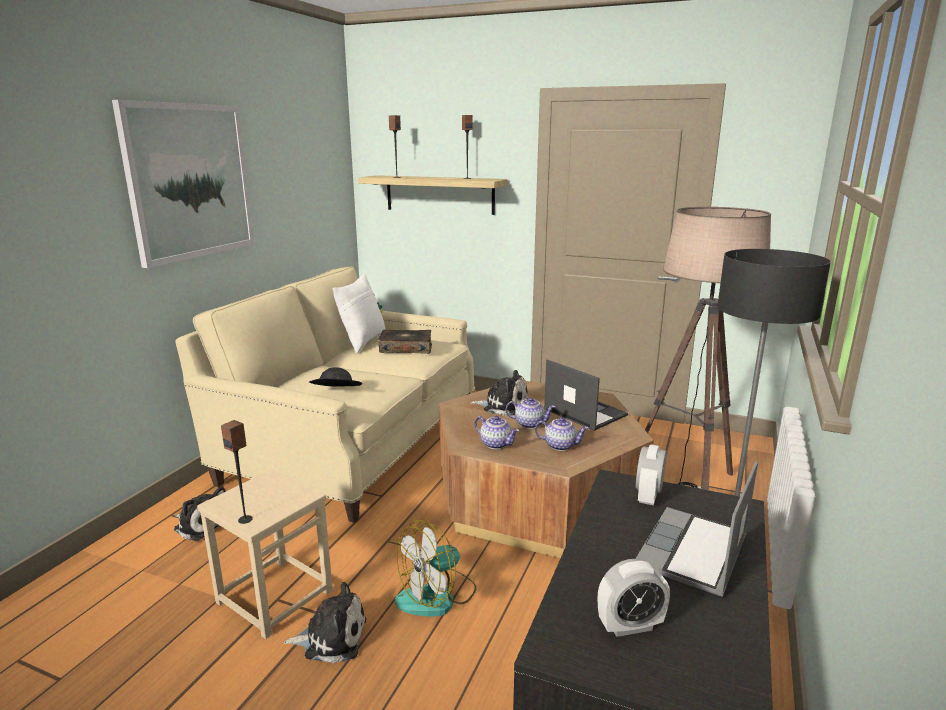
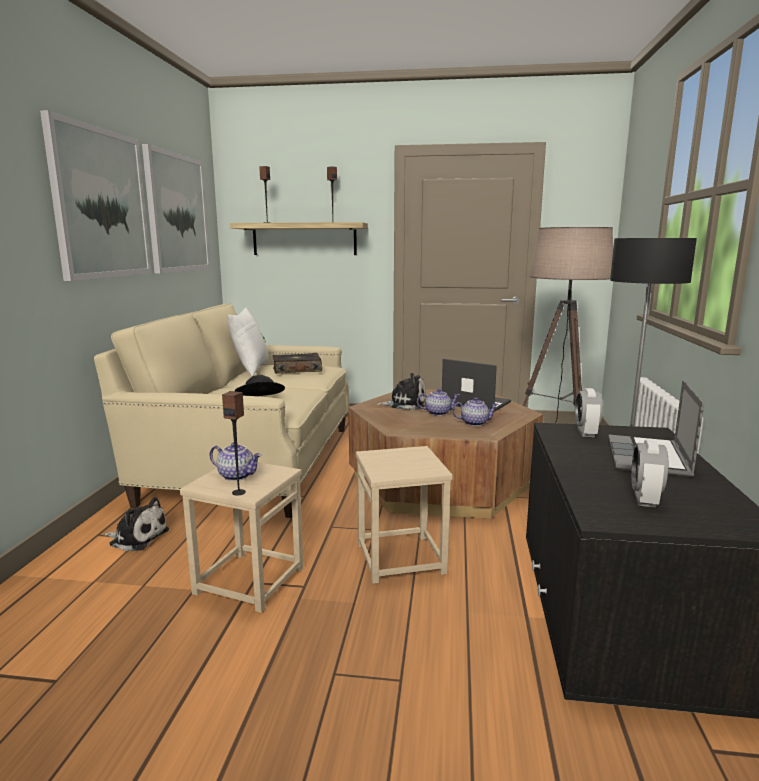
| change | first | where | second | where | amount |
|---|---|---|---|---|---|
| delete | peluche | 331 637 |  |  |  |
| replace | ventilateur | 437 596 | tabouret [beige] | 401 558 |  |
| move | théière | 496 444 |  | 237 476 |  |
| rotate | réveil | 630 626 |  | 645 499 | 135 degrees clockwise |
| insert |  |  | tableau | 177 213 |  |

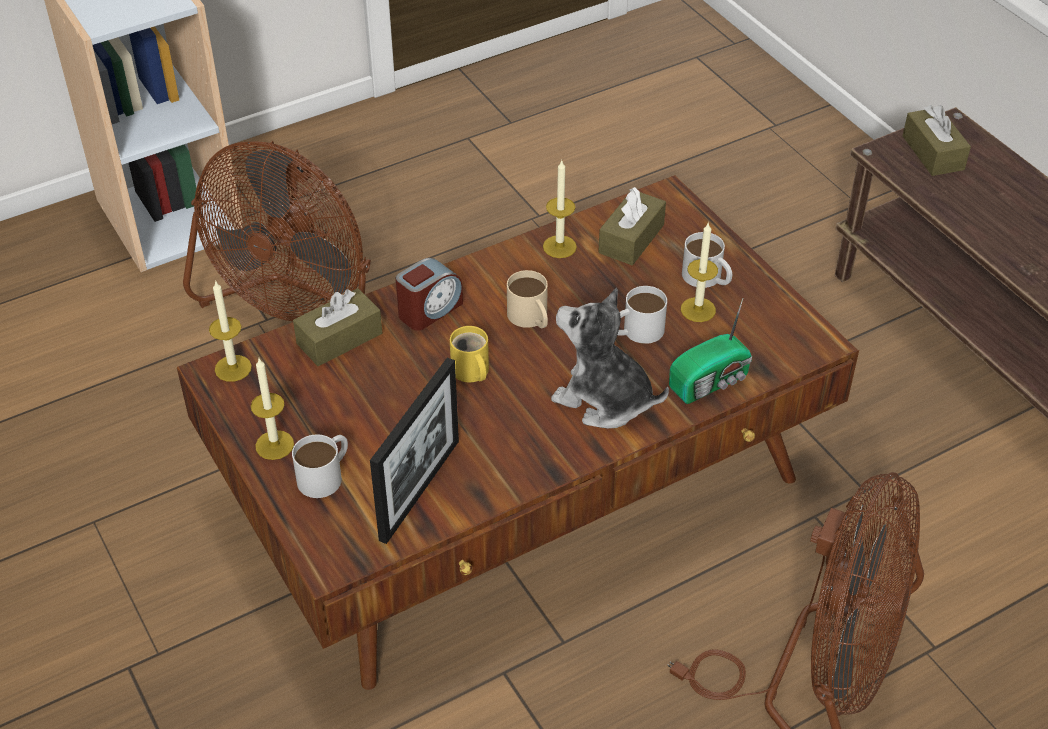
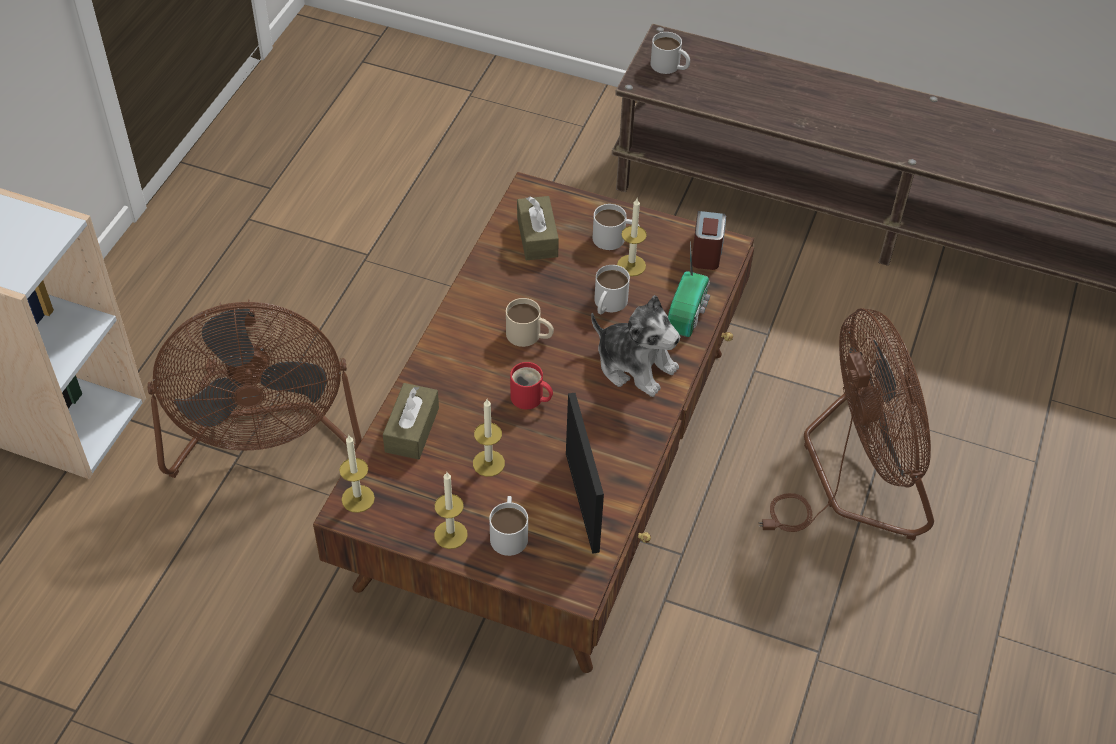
| change | first | where | second | where | amount |
|---|---|---|---|---|---|
| move | réveil | 429 310 |  | 707 251 |  |
| recolor | mug [jaune] | 470 372 | mug [rouge] | 529 399 |  |
| move | bougie | 559 246 |  | 488 463 |  |
| rotate | peluche | 604 400 |  | 635 365 | 135 degrees counterclockwise |
| replace | boîte à mouchoirs [marron] | 933 153 | mug [blanc] | 670 66 |  |

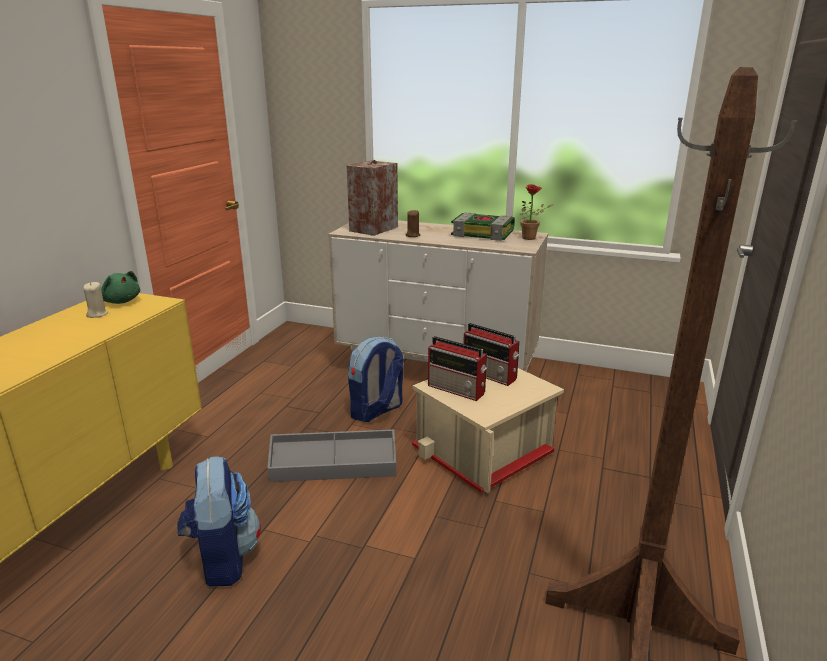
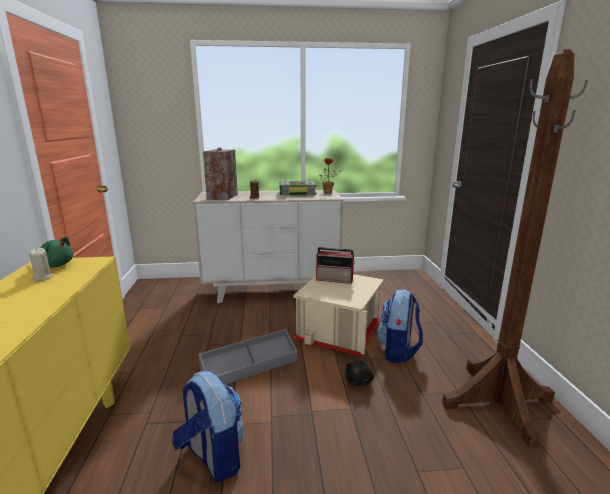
| change | first | where | second | where | amount |
|---|---|---|---|---|---|
| move | sac à dos | 376 411 |  | 398 351 |  |
| delete | radio | 457 390 |  |  |  |
| insert |  |  | peluche [noir] | 359 381 |  |

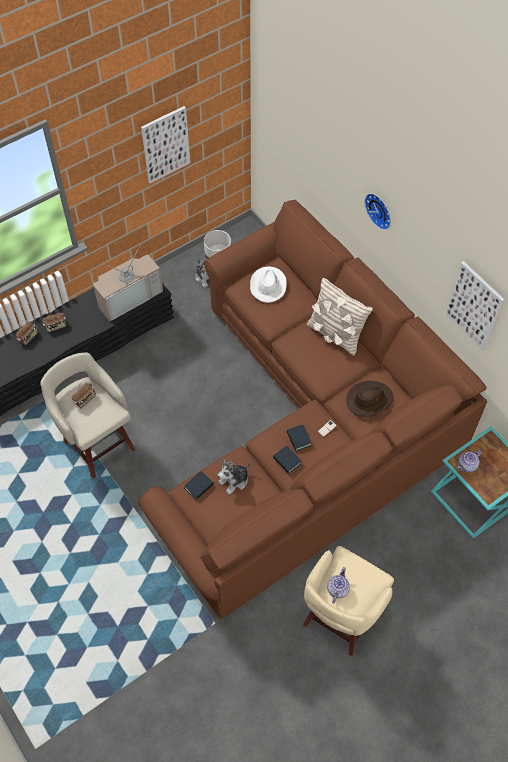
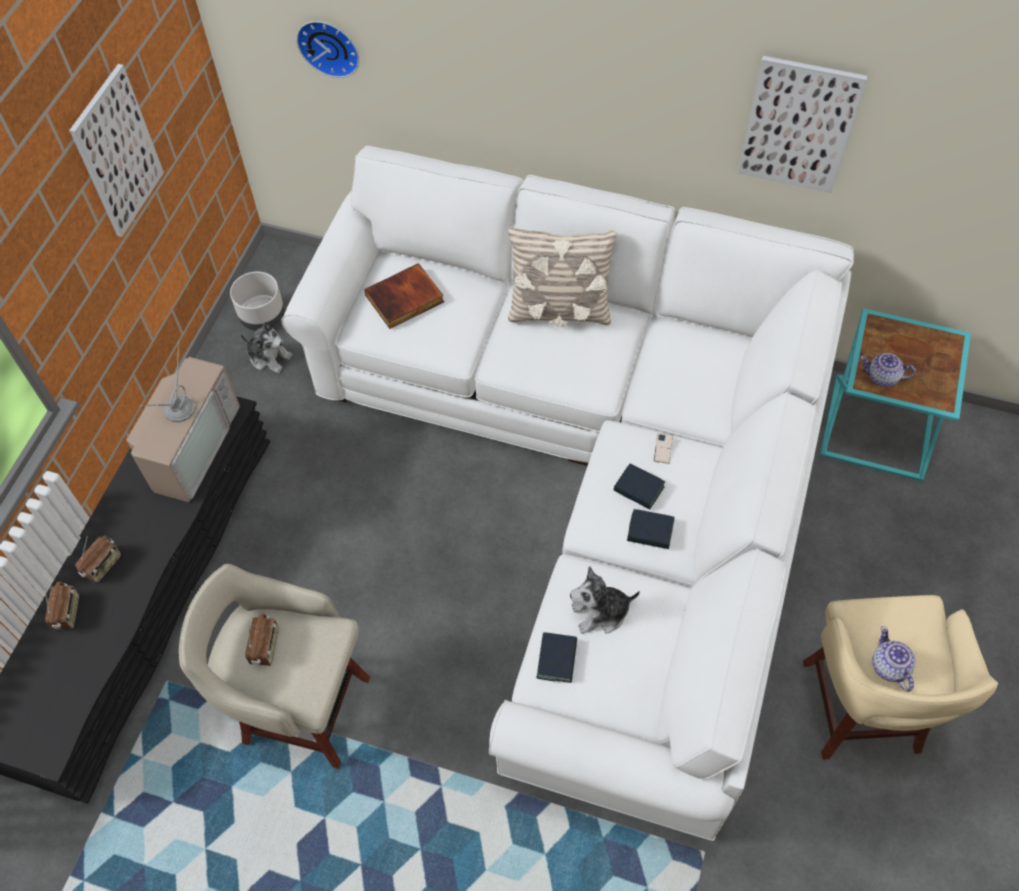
| change | first | where | second | where | amount |
|---|---|---|---|---|---|
| recolor | canapé [marron] | 306 430 | canapé [blanc] | 592 481 |  |
| rotate | peluche | 234 480 |  | 601 613 | 60 degrees clockwise |
| replace | chapeau [blanc] | 268 285 | livre | 405 300 |  |
| delete | chapeau [marron] | 369 400 |  |  |  |
| move | horloge murale | 380 210 |  | 330 46 |  |
| rotate | théière | 467 465 |  | 882 377 | 90 degrees clockwise |

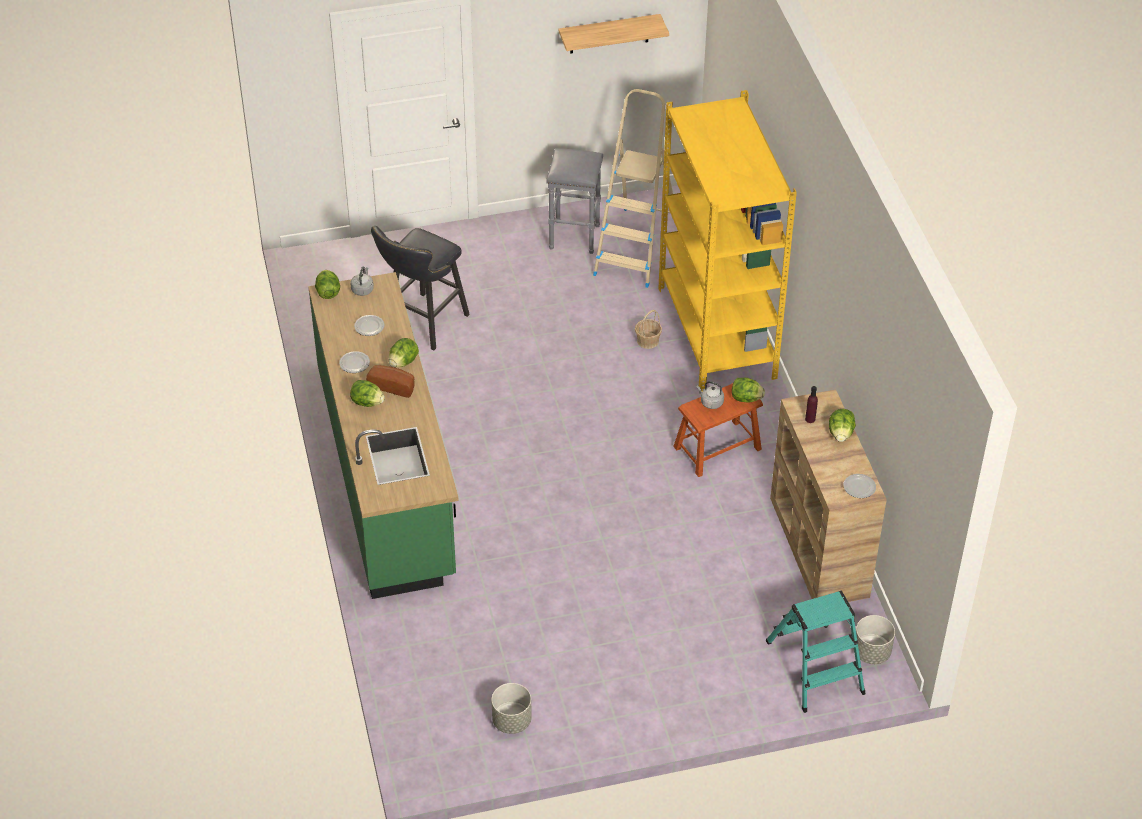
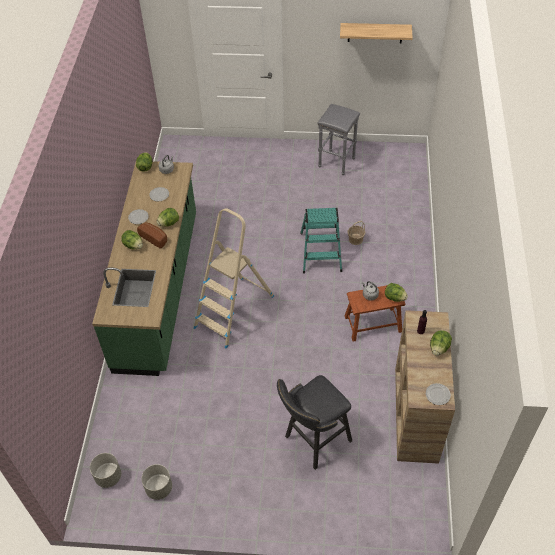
| change | first | where | second | where | amount |
|---|---|---|---|---|---|
| move | tabouret [noir] | 422 327 |  | 312 443 |  |
| move | escabeau [beige] | 636 247 |  | 234 312 |  |
| delete | bibliothèque [jaune] | 716 333 |  |  |  |
| move | escabeau [turquoise] | 815 667 |  | 320 251 |  |
| move | cache-pot [gris] | 872 652 |  | 108 477 |  |

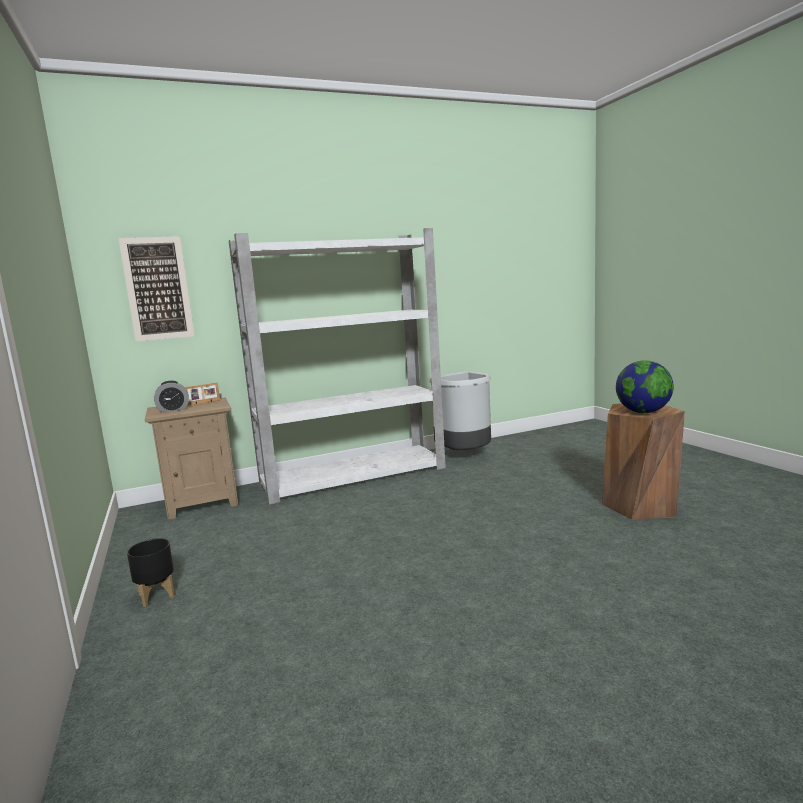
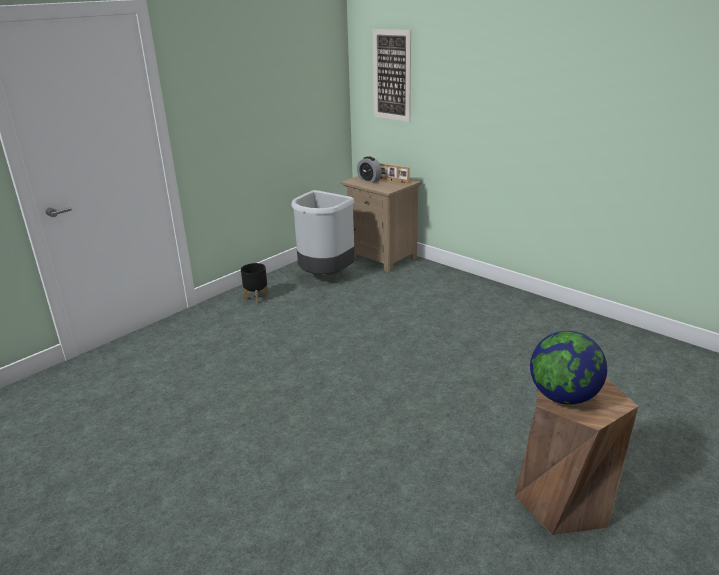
| change | first | where | second | where | amount |
|---|---|---|---|---|---|
| delete | bibliothèque [blanc] | 353 476 |  |  |  |
| move | poubelle [gris] | 465 455 |  | 325 276 |  |

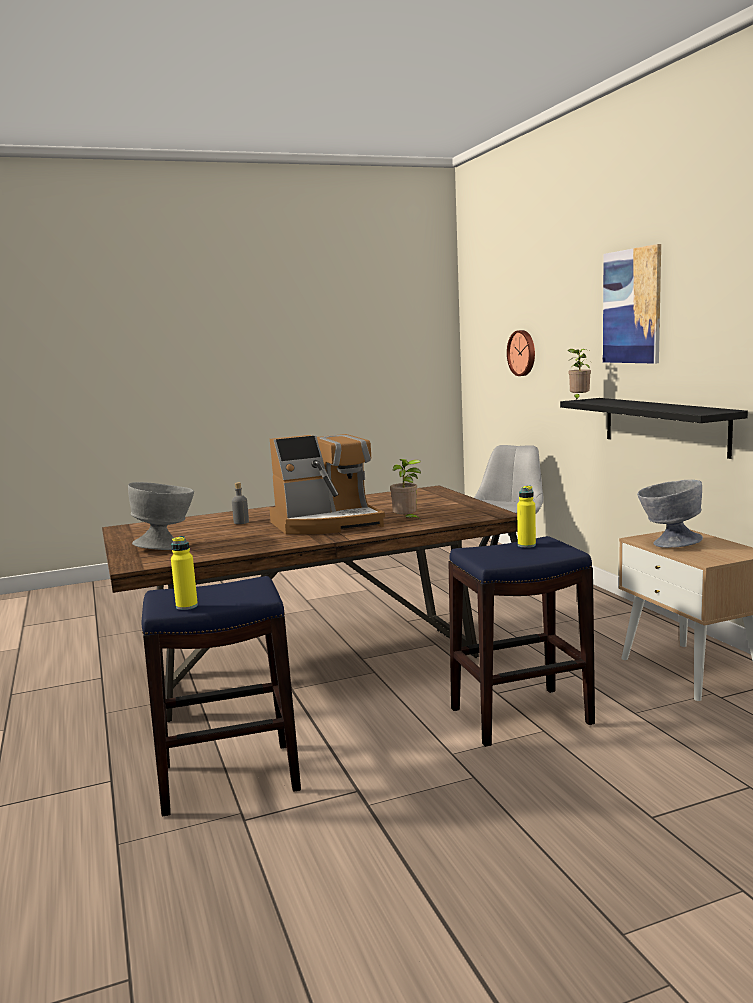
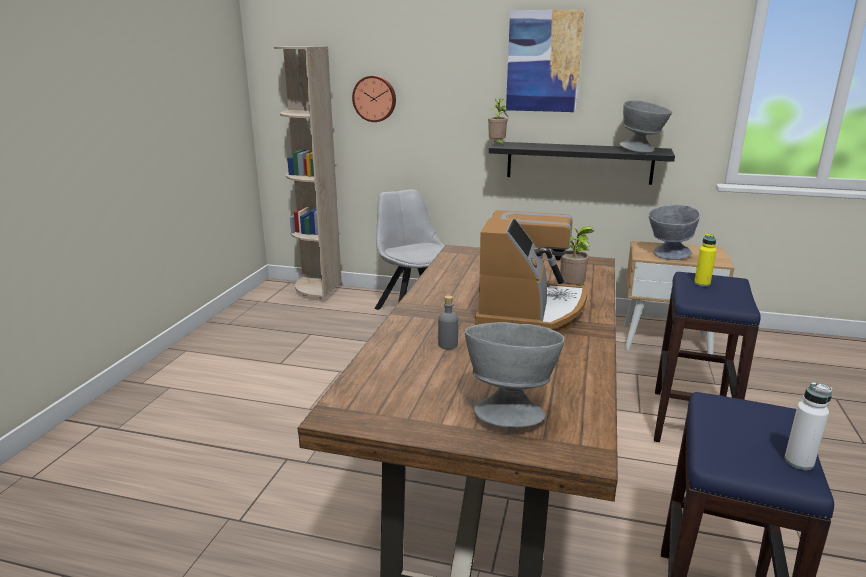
| change | first | where | second | where | amount |
|---|---|---|---|---|---|
| recolor | bouteille [jaune] | 187 606 | bouteille [blanc] | 799 462 |  |
| insert |  |  | bibliothèque [beige] | 315 292 |  |
| insert |  |  | bol [gris] | 642 151 |  |

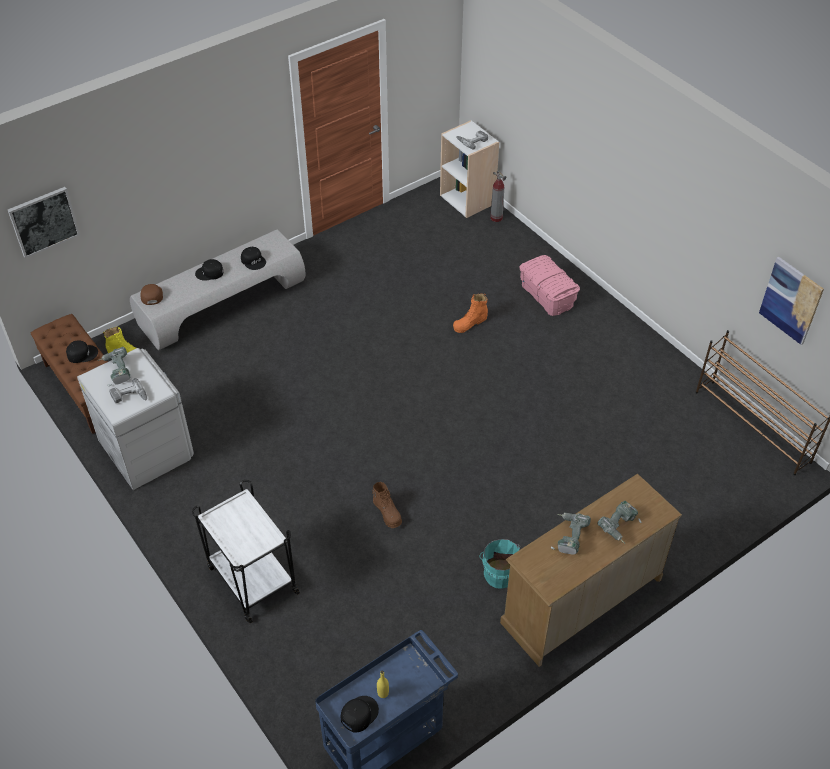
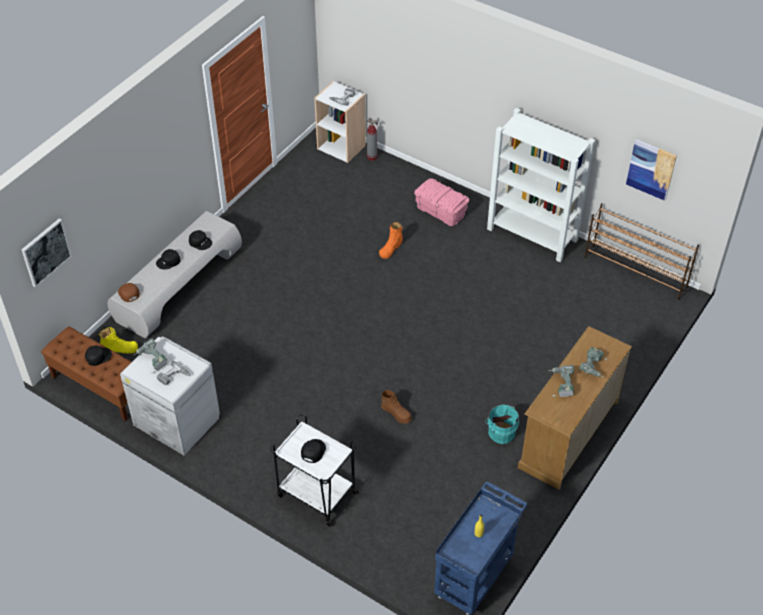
| change | first | where | second | where | amount |
|---|---|---|---|---|---|
| move | casquette [noir] | 359 714 |  | 313 451 |  |
| insert |  |  | bibliothèque [blanc] | 532 234 |  |

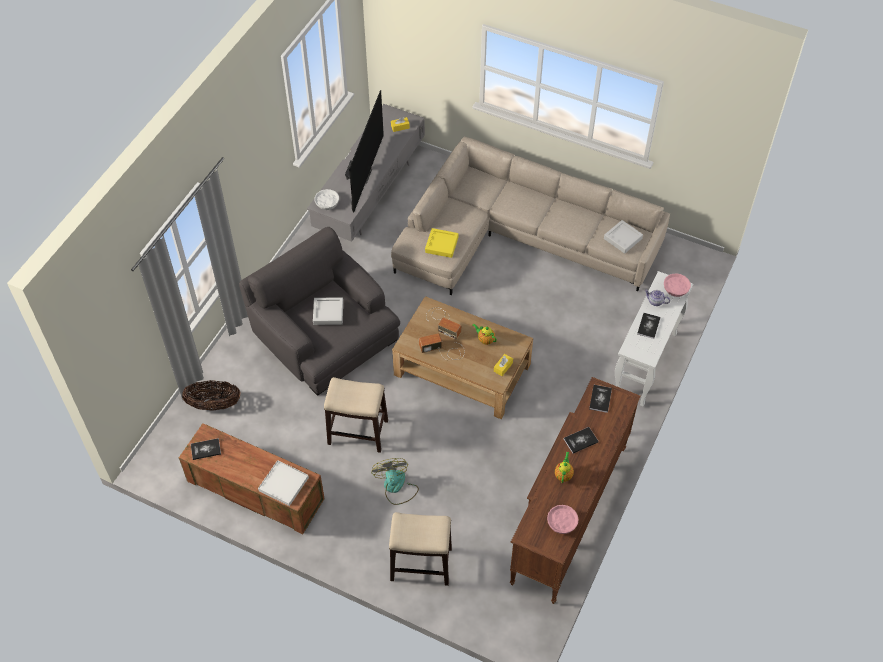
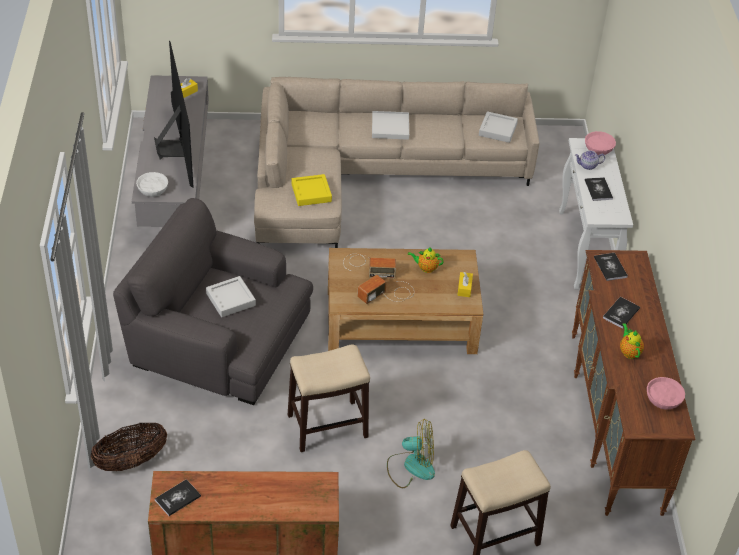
| change | first | where | second | where | amount |
|---|---|---|---|---|---|
| move | plateau [blanc] | 283 484 |  | 390 127 |  |
| rotate | ventilateur | 396 487 |  | 411 466 | 135 degrees clockwise |

